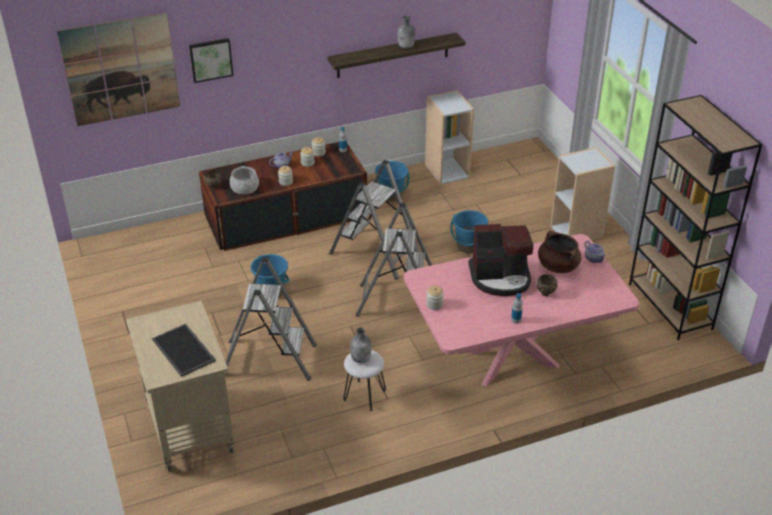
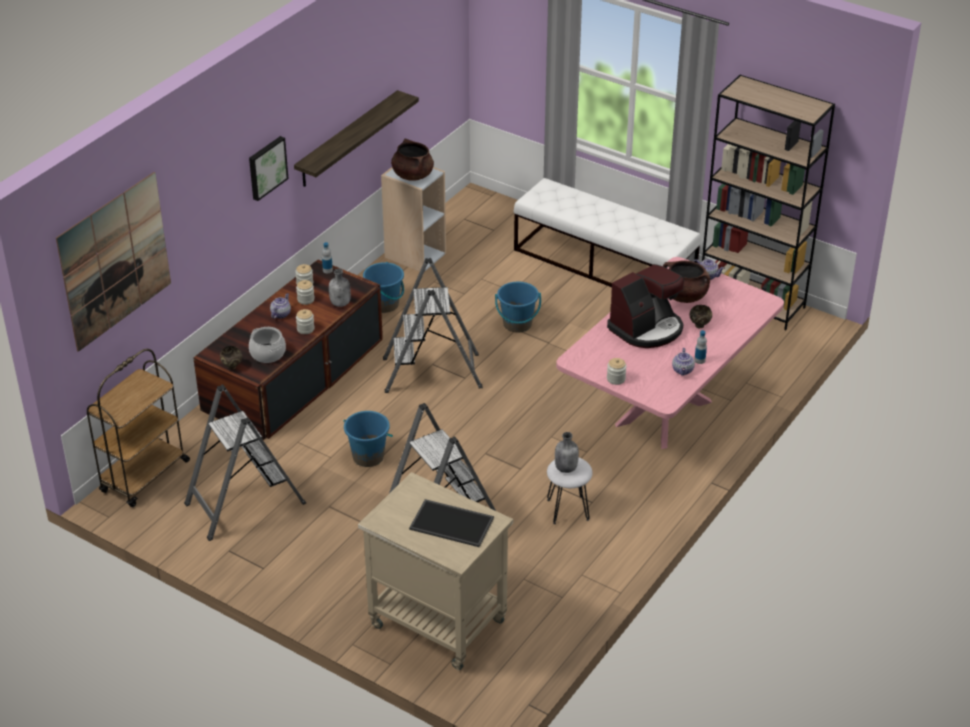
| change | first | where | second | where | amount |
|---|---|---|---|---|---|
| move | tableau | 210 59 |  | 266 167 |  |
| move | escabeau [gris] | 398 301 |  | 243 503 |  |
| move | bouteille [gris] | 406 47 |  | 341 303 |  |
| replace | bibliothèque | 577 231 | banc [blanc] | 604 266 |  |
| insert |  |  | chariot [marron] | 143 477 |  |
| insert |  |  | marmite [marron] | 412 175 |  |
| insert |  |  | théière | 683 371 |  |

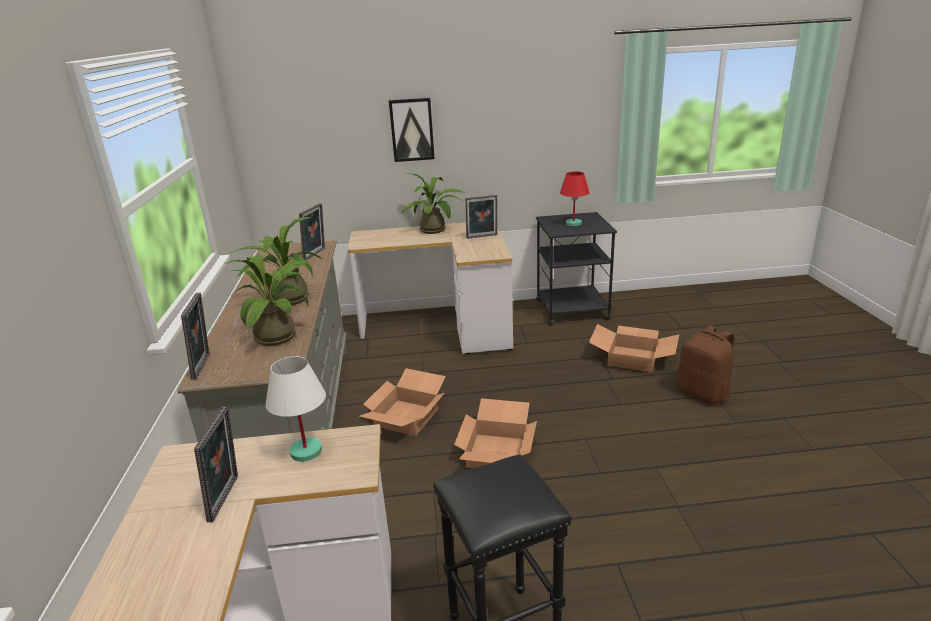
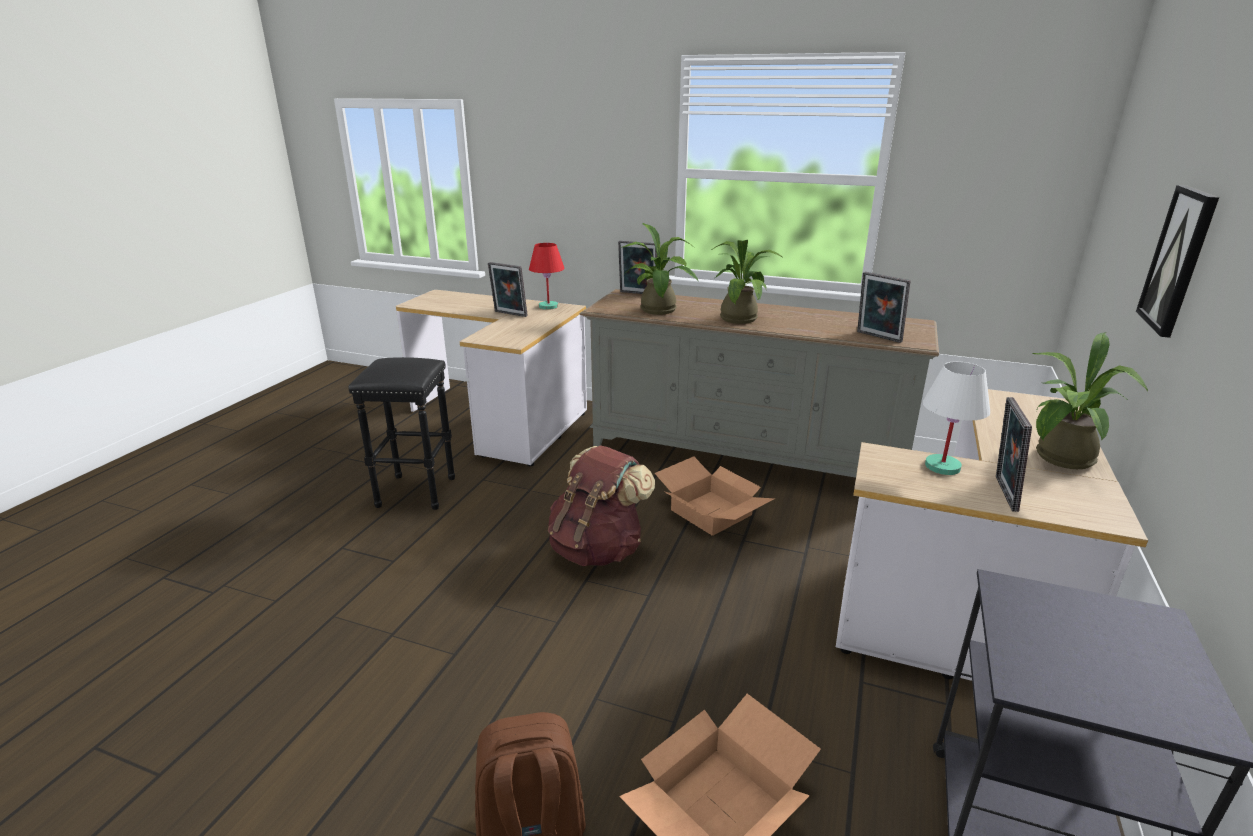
| change | first | where | second | where | amount |
|---|---|---|---|---|---|
| move | lampe de table [blanc] | 306 451 |  | 943 467 |  |
| replace | carton | 496 452 | sac à dos [marron] | 598 549 |  |
| move | lampe de table [rouge] | 574 223 |  | 548 307 |  |

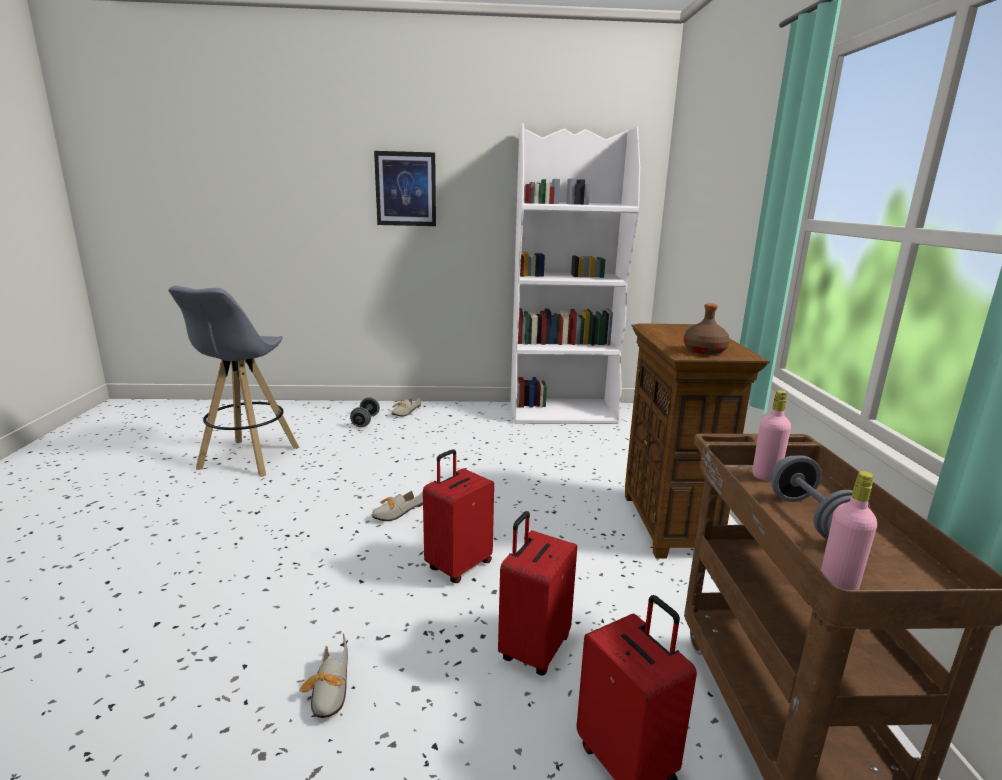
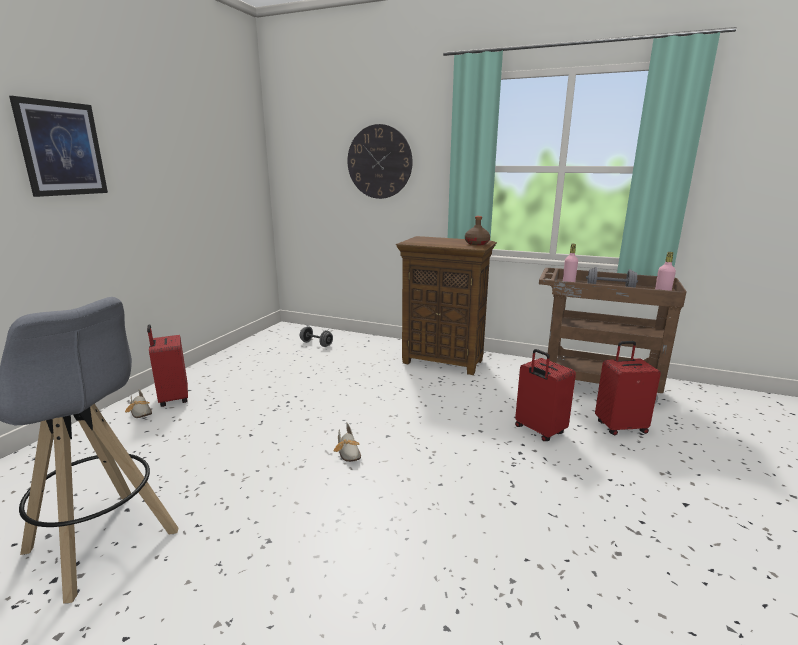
| change | first | where | second | where | amount |
|---|---|---|---|---|---|
| delete | chaussure | 330 690 |  |  |  |
| move | haltère [gris] | 365 421 |  | 316 344 |  |
| move | valise [rouge] | 458 565 |  | 173 399 |  |
| delete | bibliothèque [blanc] | 563 412 |  |  |  |
| insert |  |  | horloge murale | 379 162 |  |

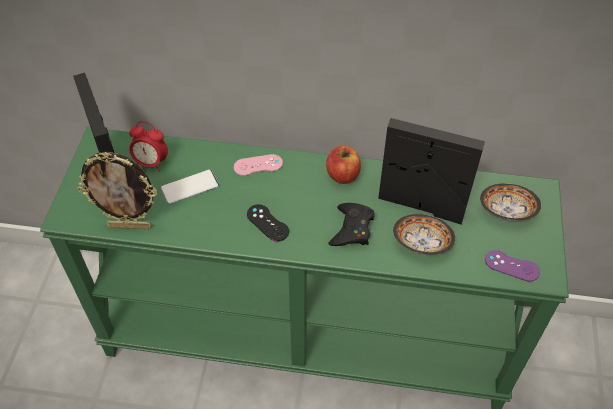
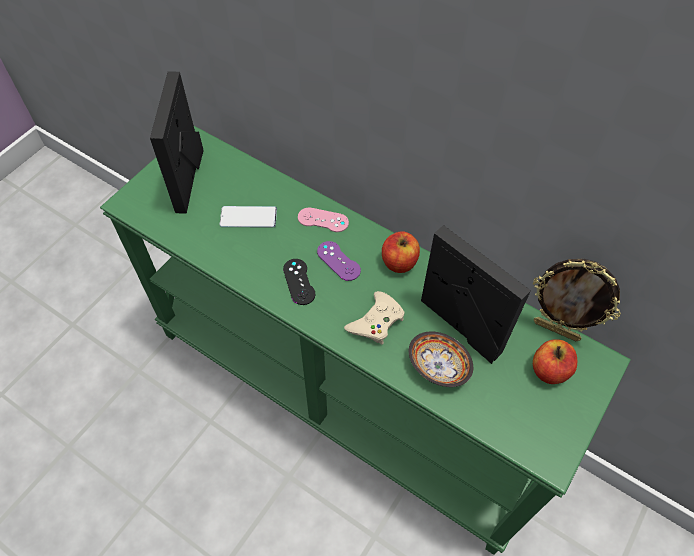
| change | first | where | second | where | amount |
|---|---|---|---|---|---|
| move | cadre photo | 130 225 |  | 556 330 |  |
| delete | réveil | 151 163 |  |  |  |
| recolor | manette [noir] | 352 229 | manette [beige] | 376 321 |  |
| replace | bol | 507 211 | pomme | 549 370 |  |
| move | manette [violet] | 512 266 |  | 338 261 |  |

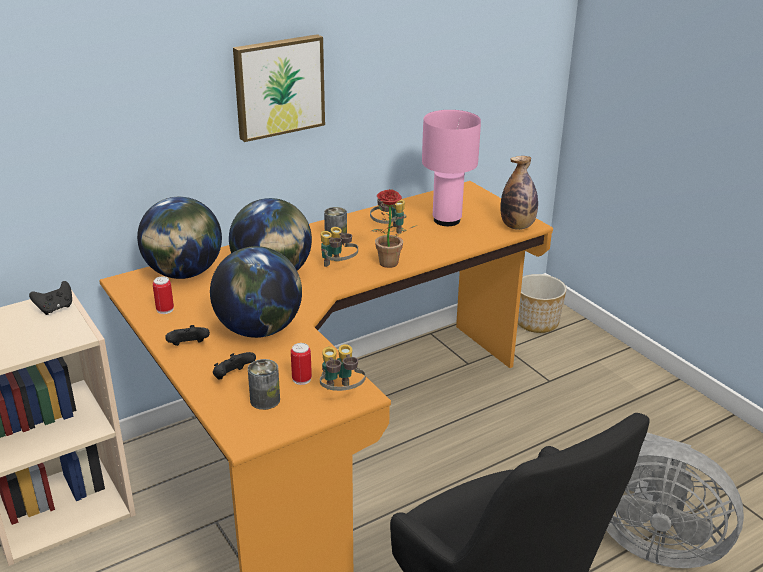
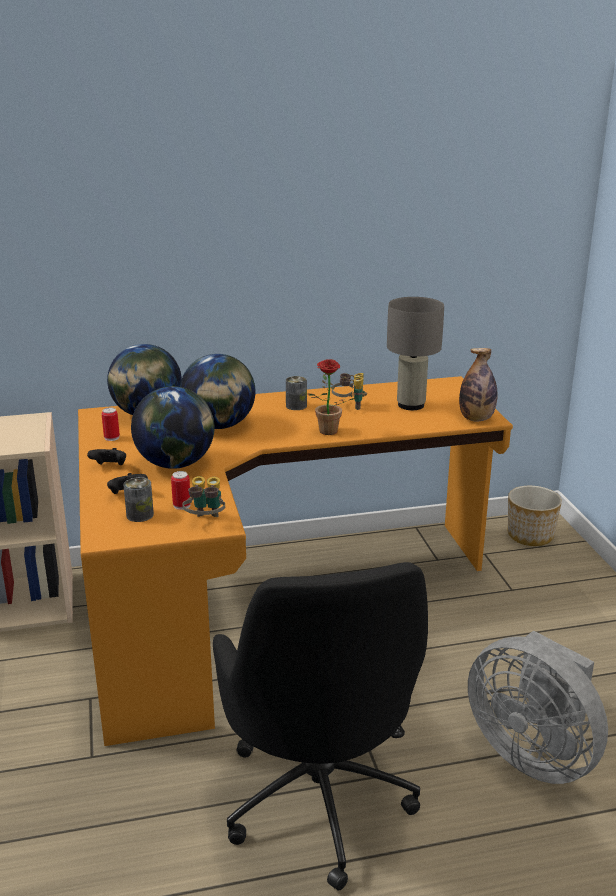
| change | first | where | second | where | amount |
|---|---|---|---|---|---|
| delete | manette [noir] | 55 308 |  |  |  |
| delete | tableau | 278 86 |  |  |  |
| delete | jumelles | 338 267 |  |  |  |
| recolor | lampe de table [rose] | 447 220 | lampe de table [gris] | 411 405 |  |

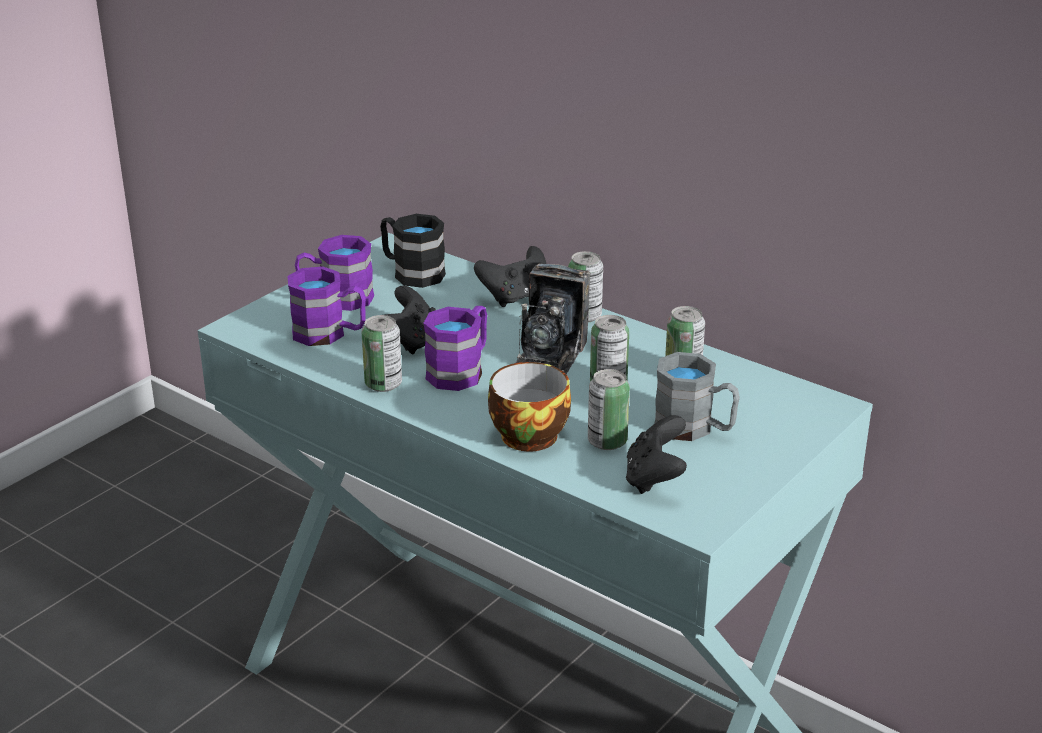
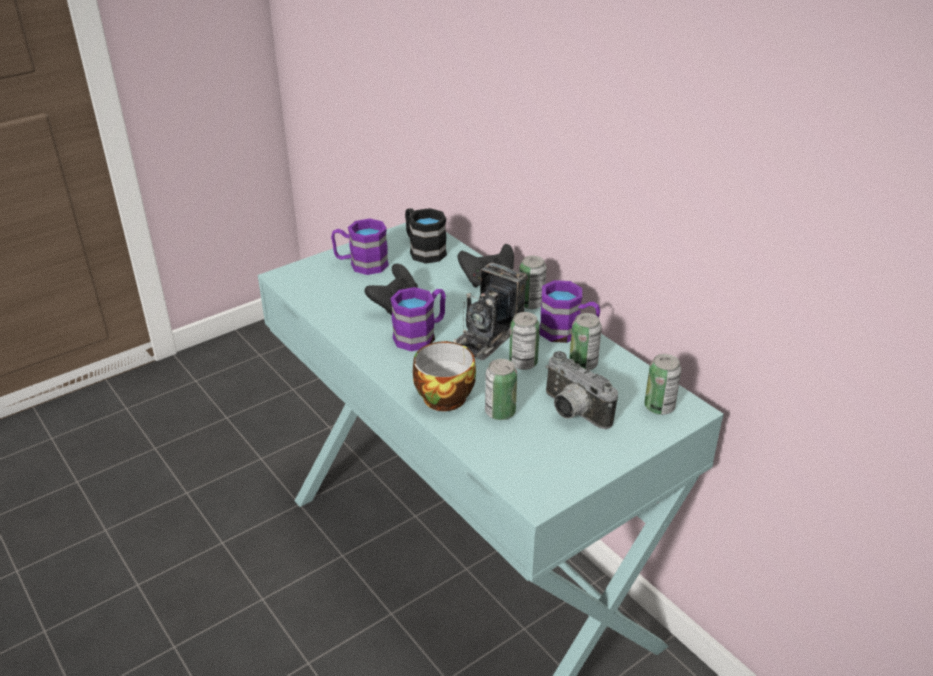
| change | first | where | second | where | amount |
|---|---|---|---|---|---|
| move | mug [violet] | 329 334 |  | 568 333 |  |
| move | boîte métallique | 383 384 |  | 659 407 |  |
| delete | manette [noir] | 654 479 |  |  |  |
| replace | mug [gris] | 694 428 | appareil photo | 572 412 |  |

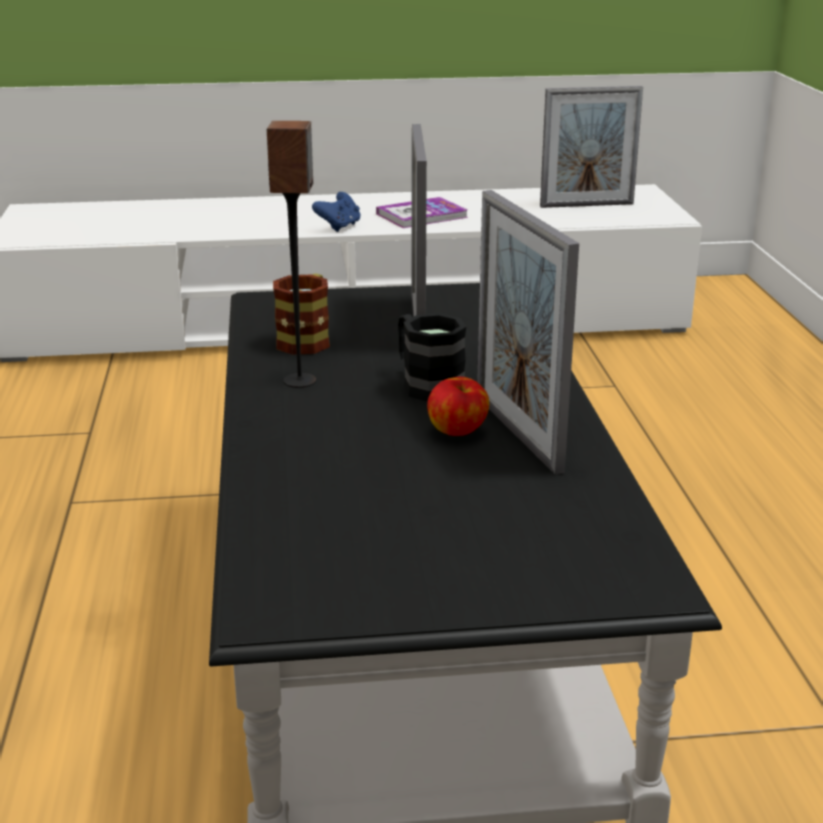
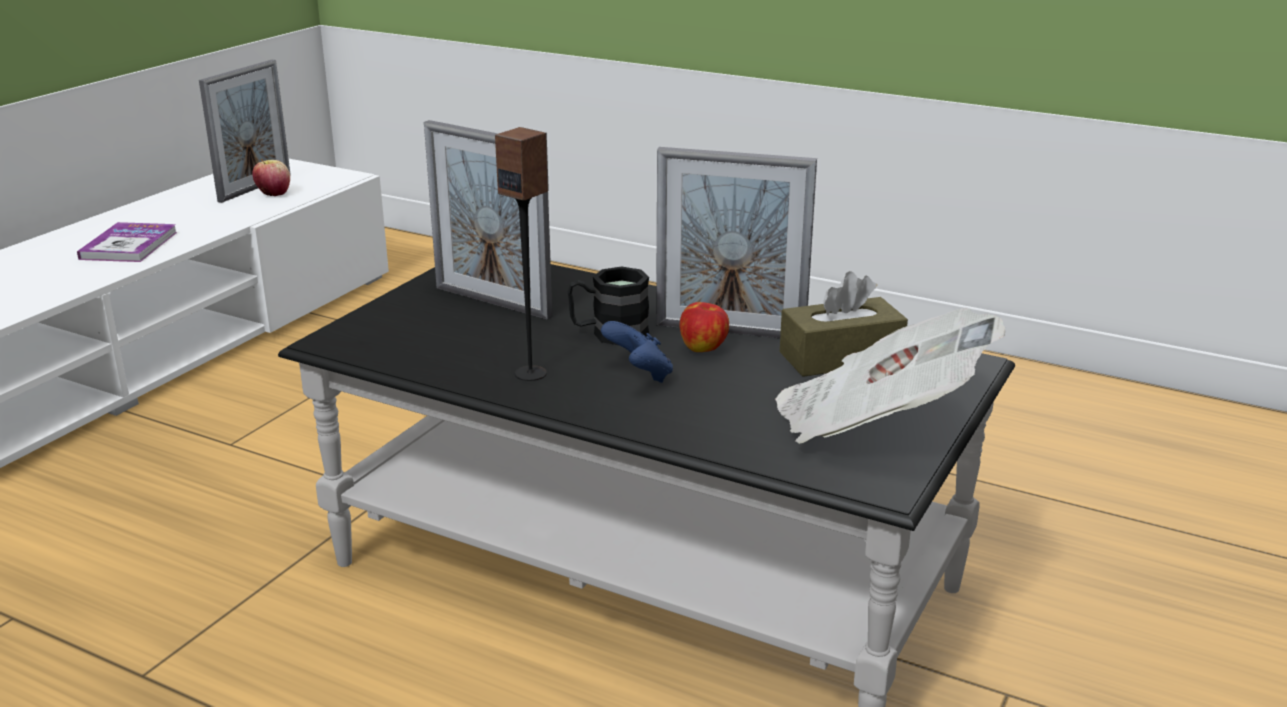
| change | first | where | second | where | amount |
|---|---|---|---|---|---|
| delete | mug | 307 339 |  |  |  |
| move | manette [bleu] | 339 227 |  | 639 375 |  |
| insert |  |  | pomme | 274 194 |  |
| insert |  |  | journal | 875 425 |  |
| insert |  |  | boîte à mouchoirs [marron] | 840 357 |  |

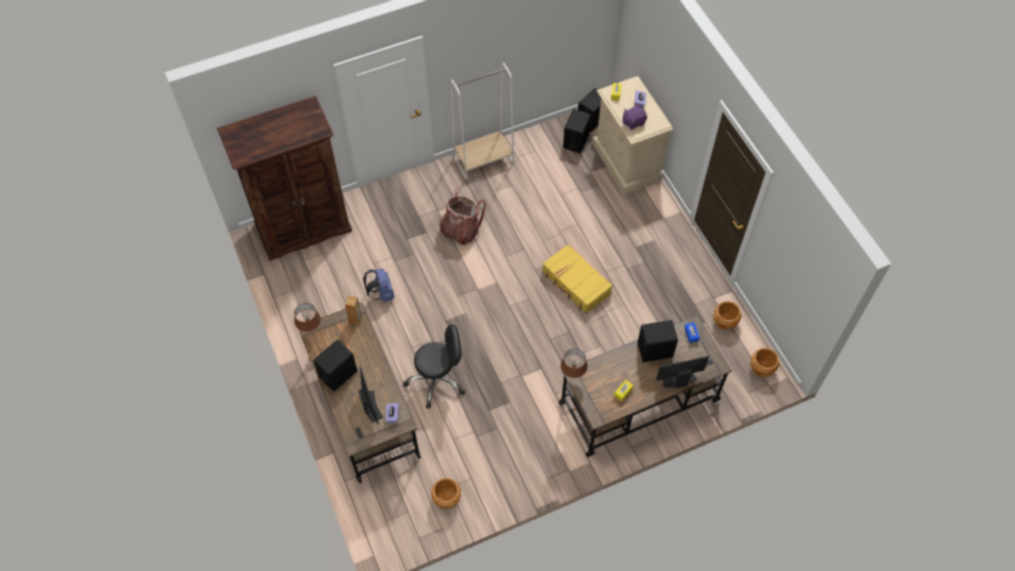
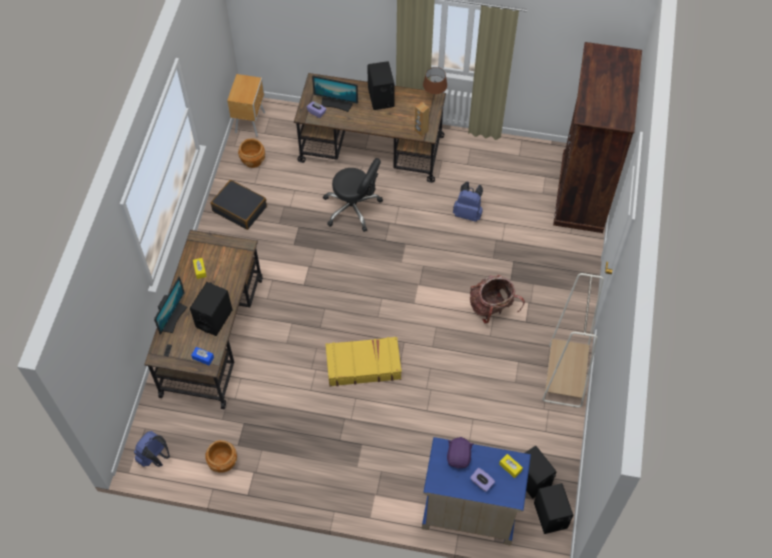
| change | first | where | second | where | amount |
|---|---|---|---|---|---|
| rotate | chaise de bureau [noir] | 439 379 |  | 354 209 | 90 degrees counterclockwise |
| delete | lampe de table [marron] | 572 376 |  |  |  |
| recolor | commode [beige] | 626 162 | commode [bleu] | 469 511 |  |
| replace | cache-pot [marron] | 761 368 | sac à dos [bleu] | 155 457 |  |
| insert |  |  | valise [noir] | 240 209 |  |
| insert |  |  | table de chevet [marron] | 251 122 |  |

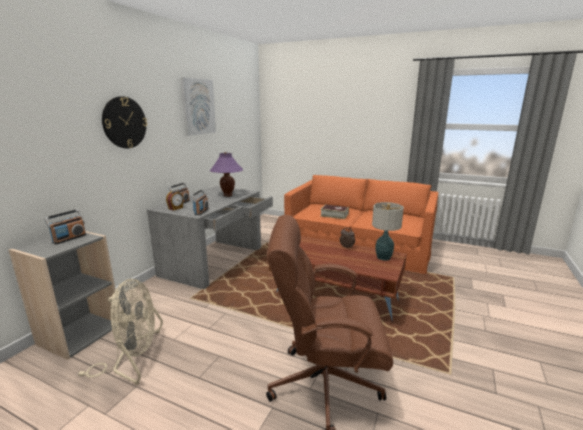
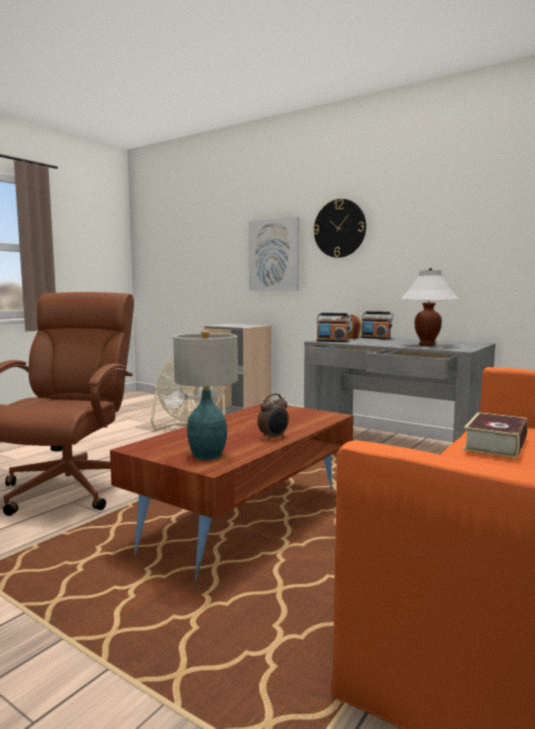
| change | first | where | second | where | amount |
|---|---|---|---|---|---|
| delete | radio | 69 238 |  |  |  |
| move | tableau | 198 107 |  | 274 255 |  |
| recolor | lampe de table [violet] | 228 195 | lampe de table [blanc] | 426 345 |  |

